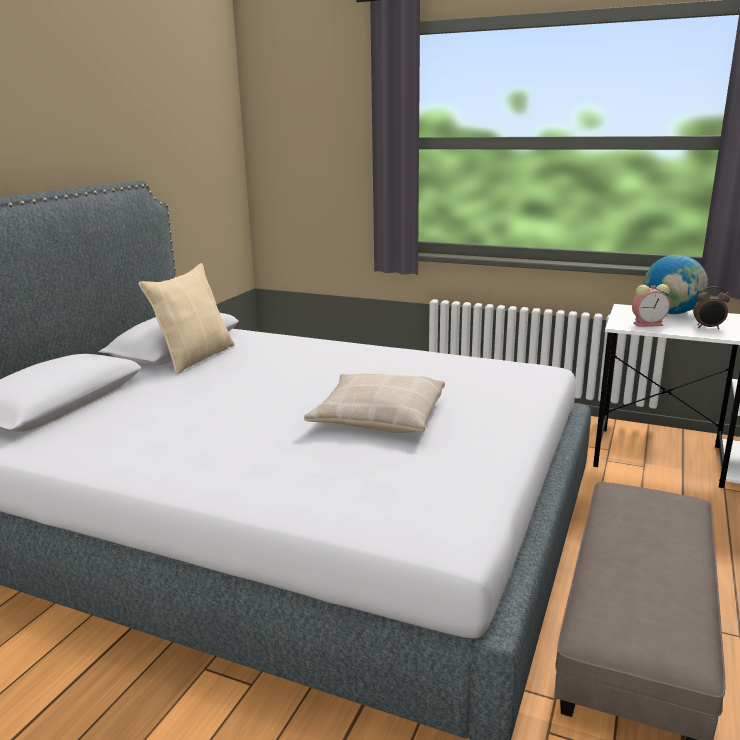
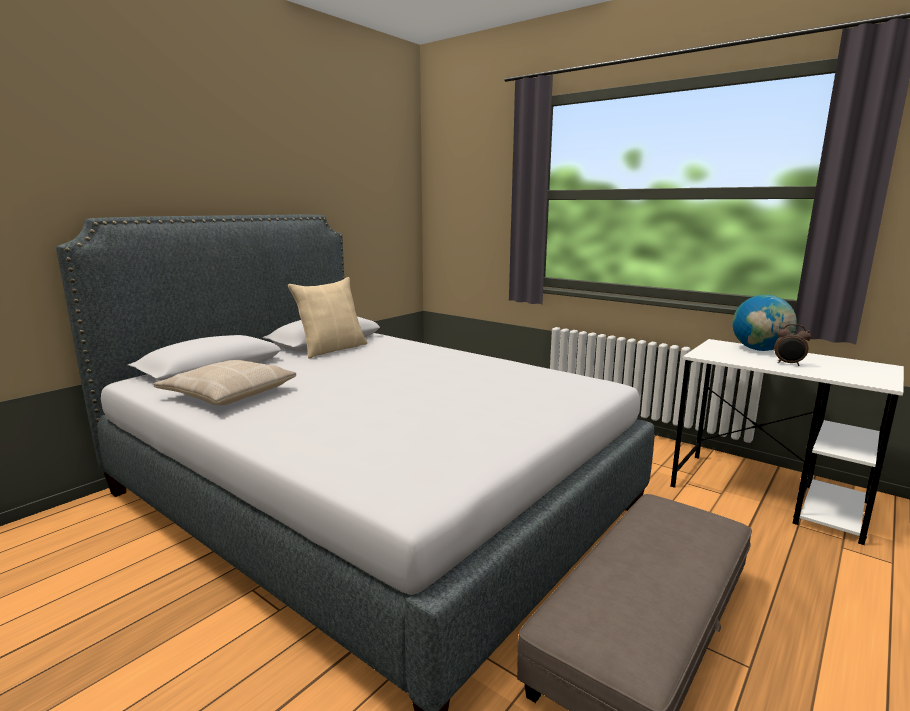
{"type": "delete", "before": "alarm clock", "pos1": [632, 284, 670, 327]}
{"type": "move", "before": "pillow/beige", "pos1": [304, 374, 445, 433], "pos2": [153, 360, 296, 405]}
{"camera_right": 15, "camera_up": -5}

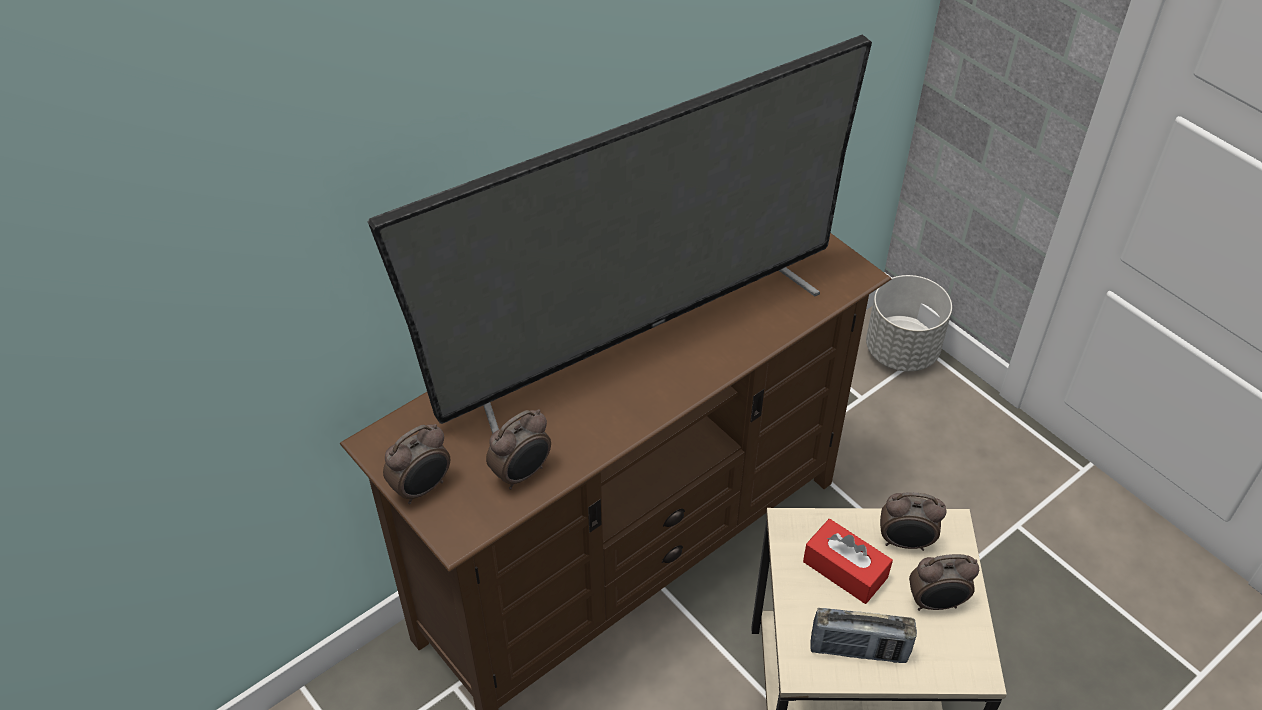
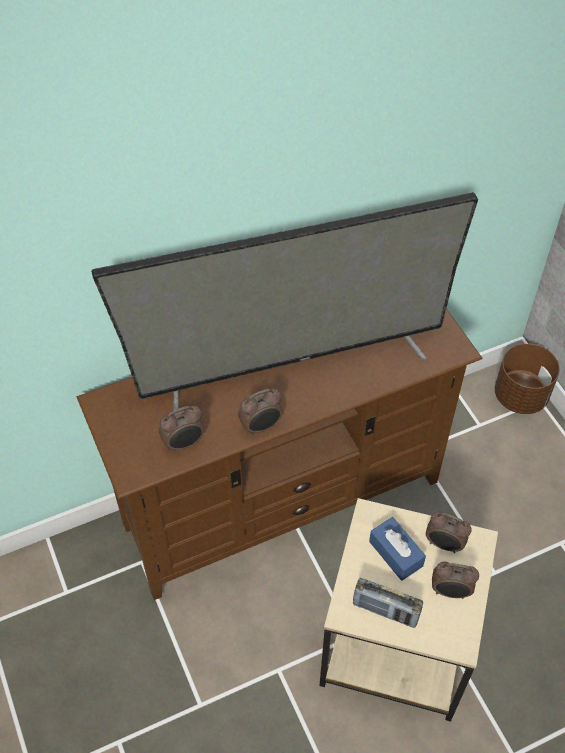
{"type": "move", "before": "alarm clock", "pos1": [383, 424, 450, 504], "pos2": [238, 389, 283, 436]}
{"type": "recolor", "before": "tissue box/red", "after": "tissue box/blue", "pos1": [803, 519, 893, 604], "pos2": [369, 517, 426, 581]}
{"type": "recolor", "before": "planter/grey", "after": "planter/brown", "pos1": [866, 275, 952, 371], "pos2": [495, 343, 560, 414]}
{"camera_right": 15, "camera_up": 5}

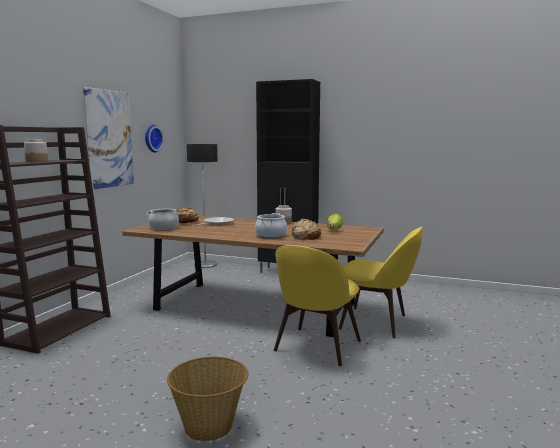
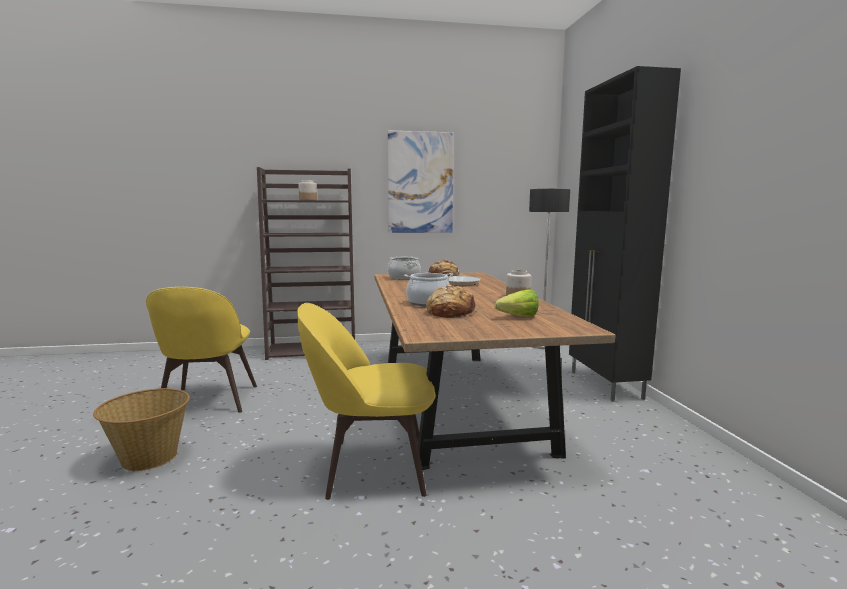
{"type": "delete", "before": "wall clock", "pos1": [145, 125, 164, 153]}
{"type": "move", "before": "chair/yellow", "pos1": [339, 227, 423, 338], "pos2": [146, 287, 257, 413]}
{"camera_right": 60, "camera_up": 0}

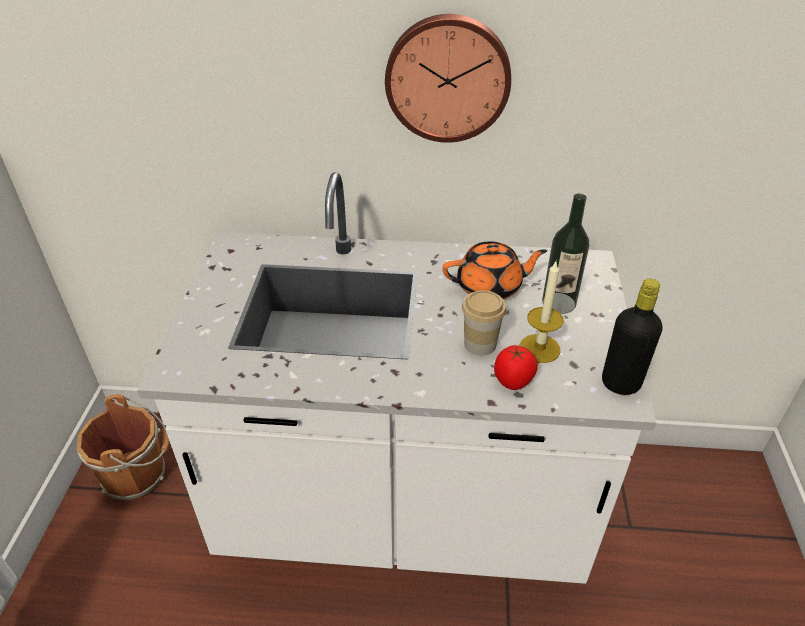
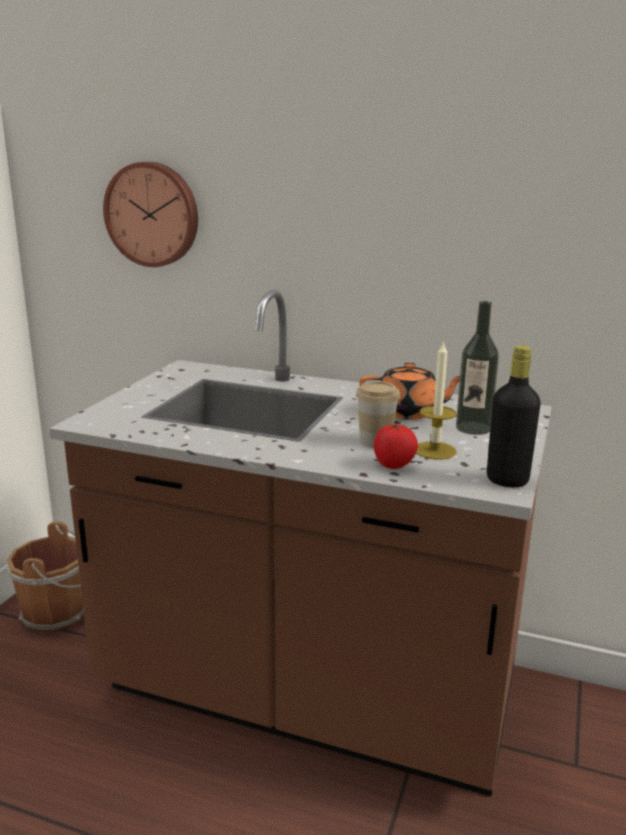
{"type": "move", "before": "wall clock", "pos1": [385, 14, 511, 143], "pos2": [103, 161, 198, 267]}
{"type": "recolor", "before": "counter/white", "after": "counter/brown", "pos1": [137, 172, 657, 584], "pos2": [49, 290, 552, 796]}
{"camera_right": 15, "camera_up": -20}

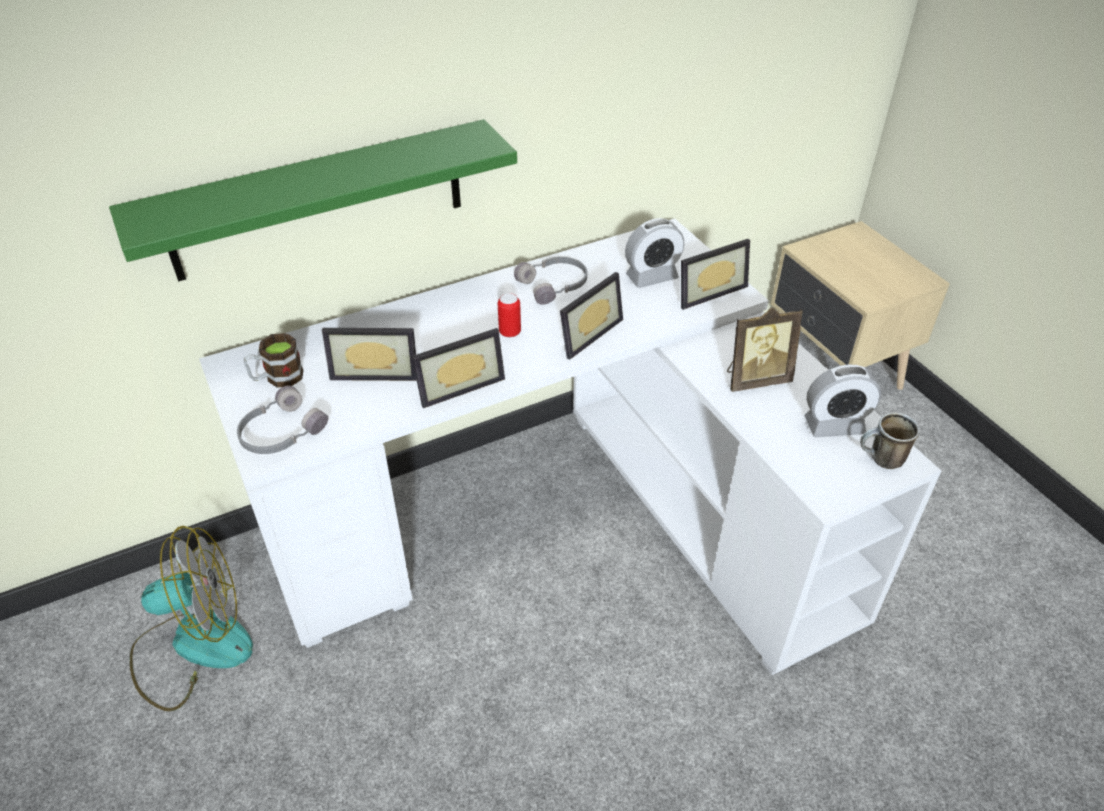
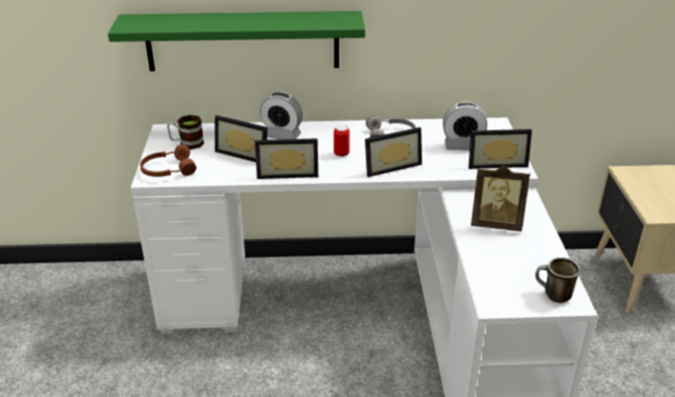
{"type": "delete", "before": "fan", "pos1": [130, 526, 253, 711]}
{"type": "move", "before": "alarm clock", "pos1": [804, 364, 881, 437], "pos2": [260, 92, 303, 139]}
{"type": "recolor", "before": "headphones/grey", "after": "headphones/brown", "pos1": [237, 386, 328, 454], "pos2": [140, 144, 197, 177]}
{"camera_right": 25, "camera_up": -10}

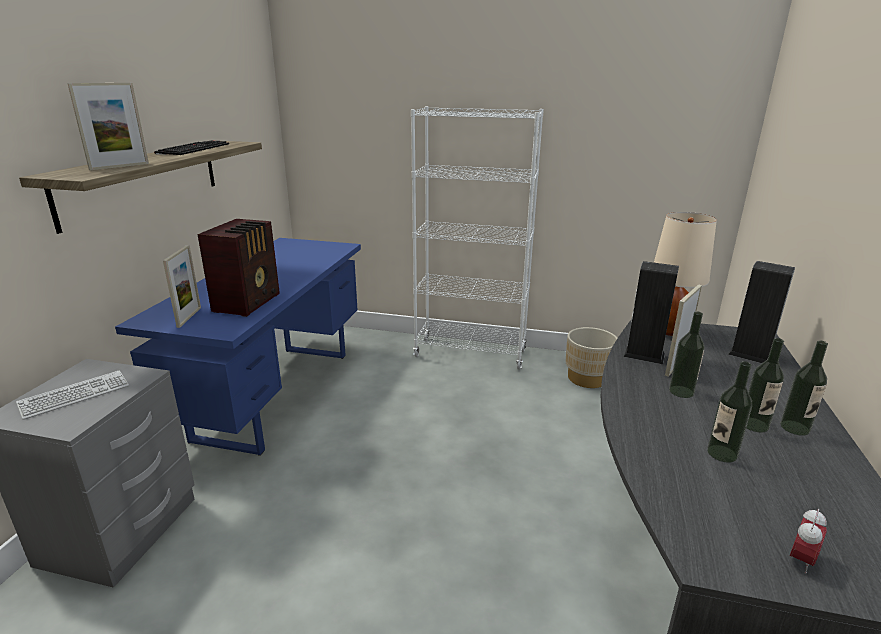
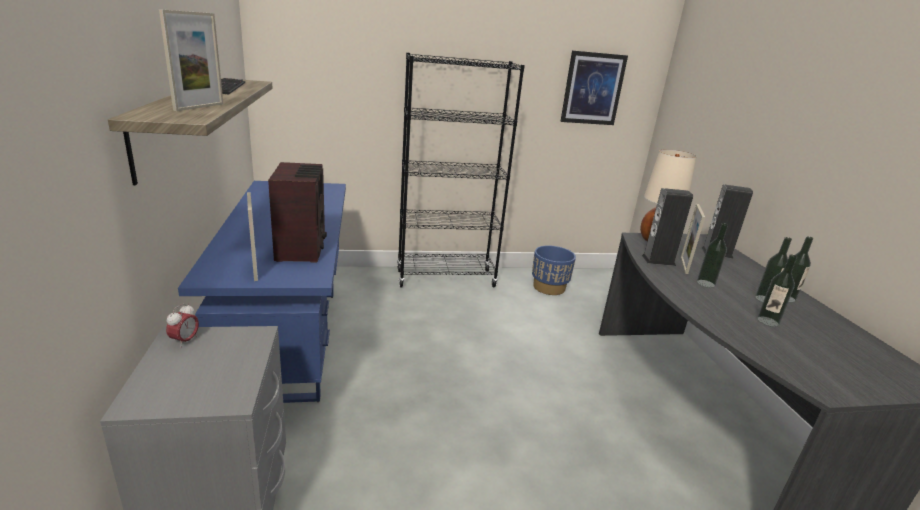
{"type": "delete", "before": "keyboard", "pos1": [16, 370, 129, 420]}
{"type": "insert", "after": "picture", "pos2": [561, 50, 628, 125]}
{"type": "move", "before": "alarm clock", "pos1": [790, 509, 827, 573], "pos2": [166, 303, 199, 348]}
{"type": "recolor", "before": "bookcase/white", "after": "bookcase/black", "pos1": [411, 106, 544, 370], "pos2": [397, 53, 525, 287]}
{"type": "recolor", "before": "planter/beige", "after": "planter/blue", "pos1": [566, 327, 617, 388], "pos2": [532, 245, 576, 295]}
{"camera_right": -25, "camera_up": 0}

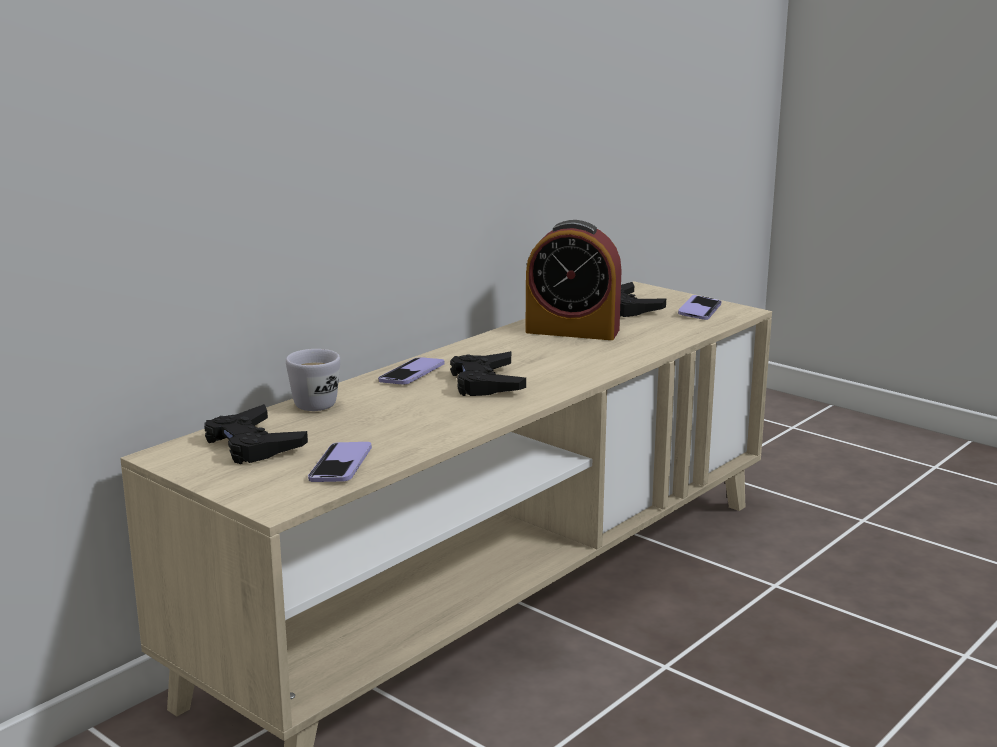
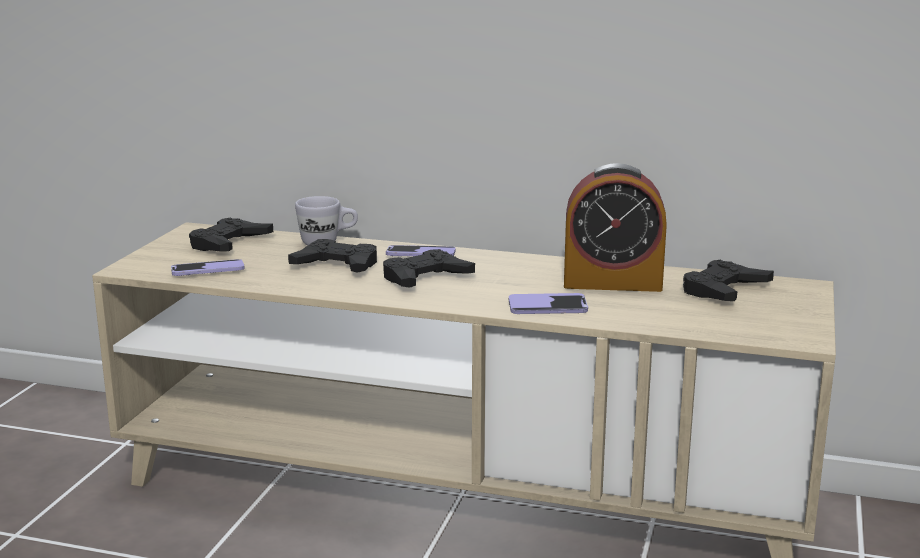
{"type": "insert", "after": "game controller/black", "pos2": [288, 239, 377, 273]}
{"type": "move", "before": "phone", "pos1": [678, 295, 722, 320], "pos2": [509, 293, 588, 314]}
{"type": "rotate", "before": "alarm clock", "pos1": [525, 220, 622, 340], "pos2": [564, 163, 667, 292], "turn": -75}
{"camera_right": 65, "camera_up": 0}

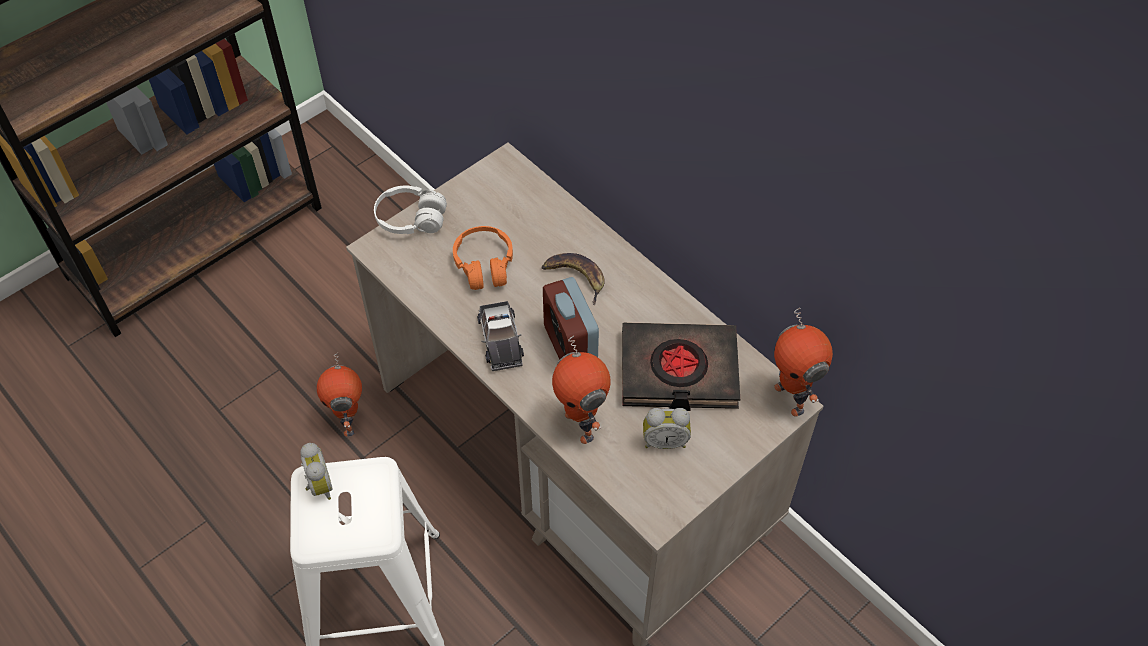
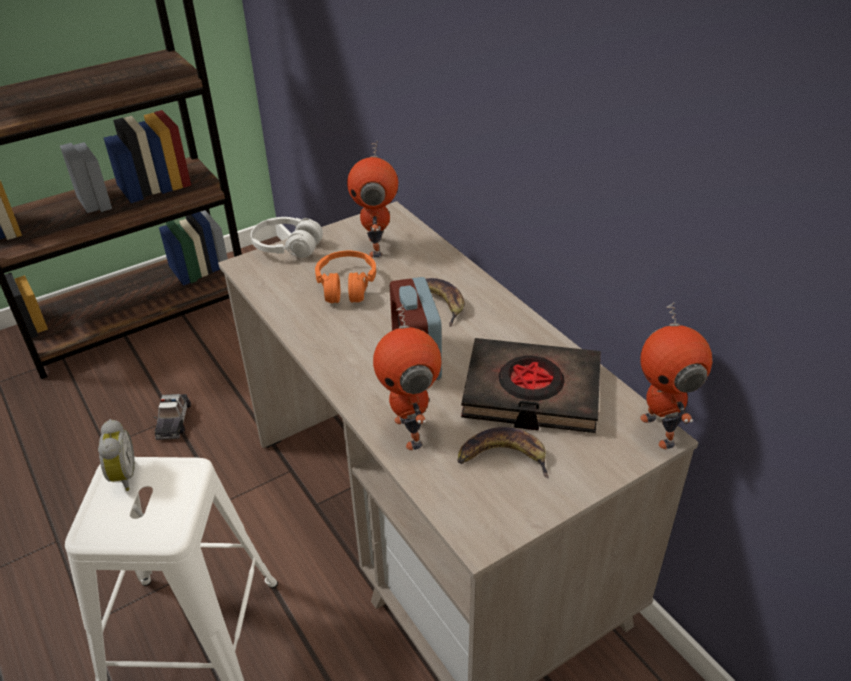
{"type": "move", "before": "toy robot", "pos1": [317, 353, 362, 437], "pos2": [347, 141, 398, 258]}
{"type": "move", "before": "toy car", "pos1": [477, 301, 524, 371], "pos2": [153, 394, 191, 440]}
{"type": "replace", "before": "alarm clock", "after": "banana", "pos1": [643, 408, 691, 449], "pos2": [457, 427, 549, 478]}
{"camera_right": 10, "camera_up": -15}

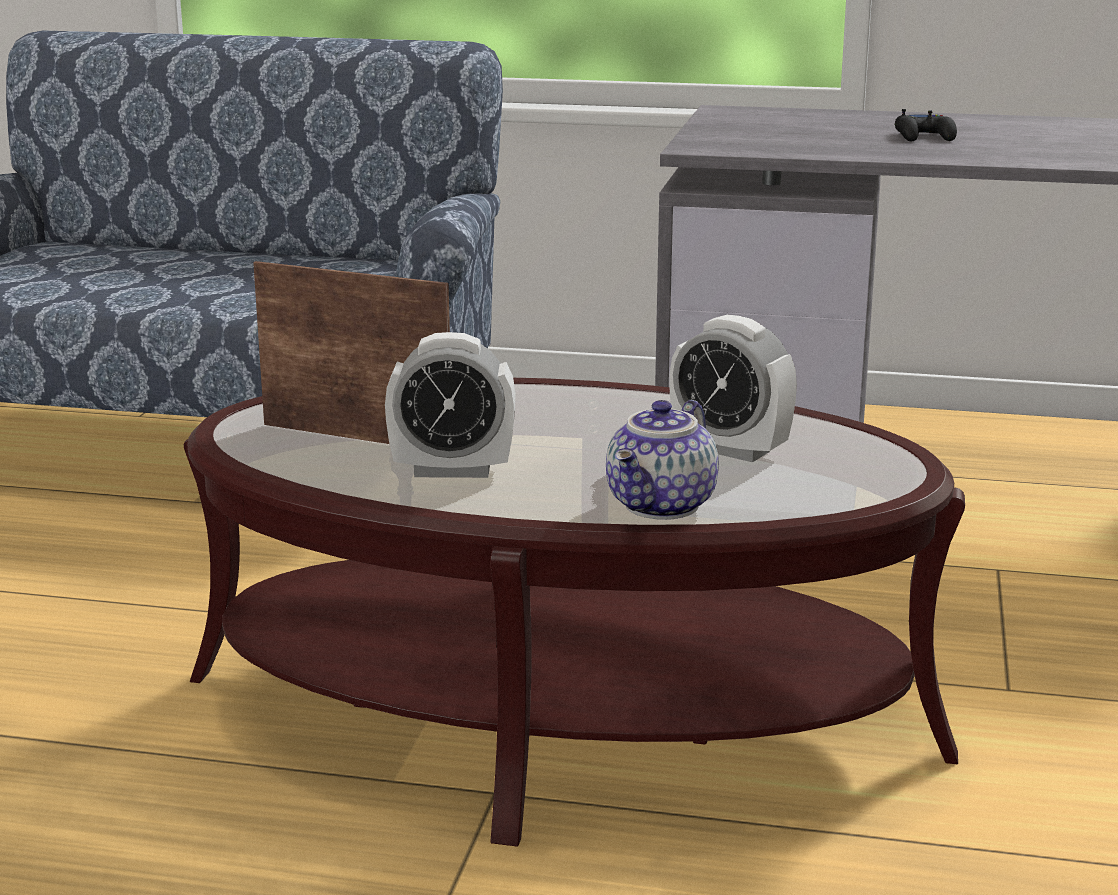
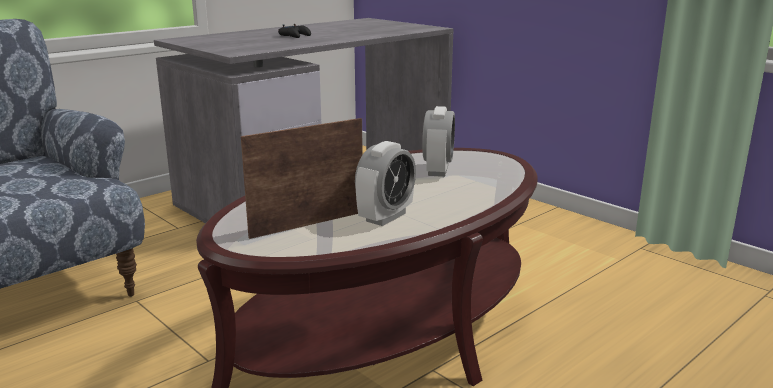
{"type": "delete", "before": "teapot", "pos1": [606, 400, 719, 520]}
{"type": "rotate", "before": "alarm clock", "pos1": [669, 315, 797, 462], "pos2": [422, 106, 455, 177], "turn": -60}
{"camera_right": -55, "camera_up": 0}

